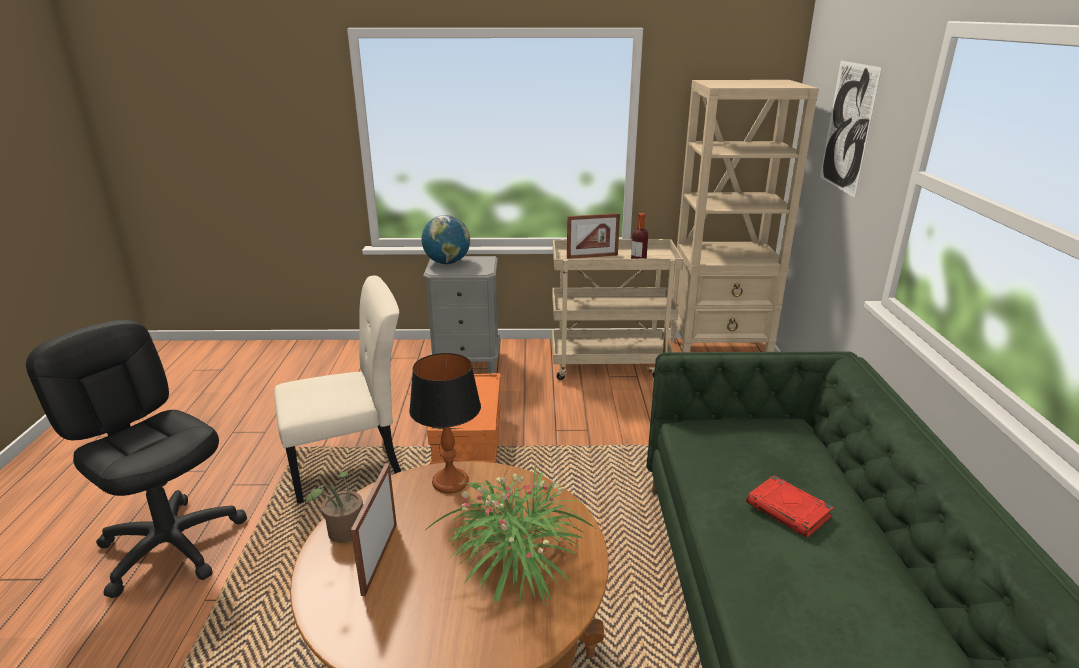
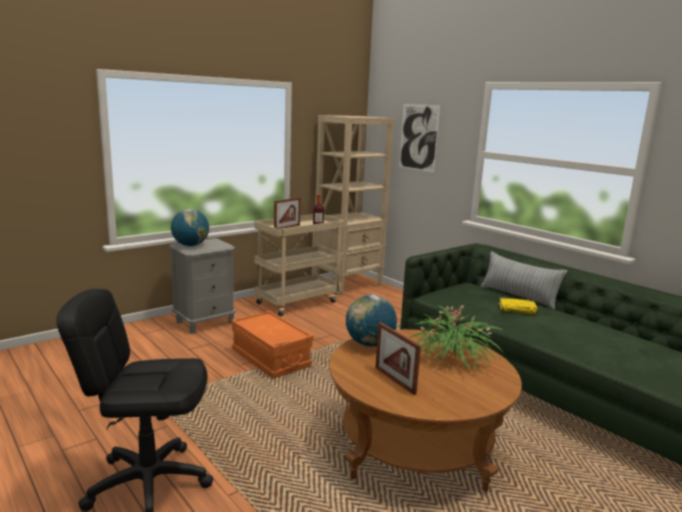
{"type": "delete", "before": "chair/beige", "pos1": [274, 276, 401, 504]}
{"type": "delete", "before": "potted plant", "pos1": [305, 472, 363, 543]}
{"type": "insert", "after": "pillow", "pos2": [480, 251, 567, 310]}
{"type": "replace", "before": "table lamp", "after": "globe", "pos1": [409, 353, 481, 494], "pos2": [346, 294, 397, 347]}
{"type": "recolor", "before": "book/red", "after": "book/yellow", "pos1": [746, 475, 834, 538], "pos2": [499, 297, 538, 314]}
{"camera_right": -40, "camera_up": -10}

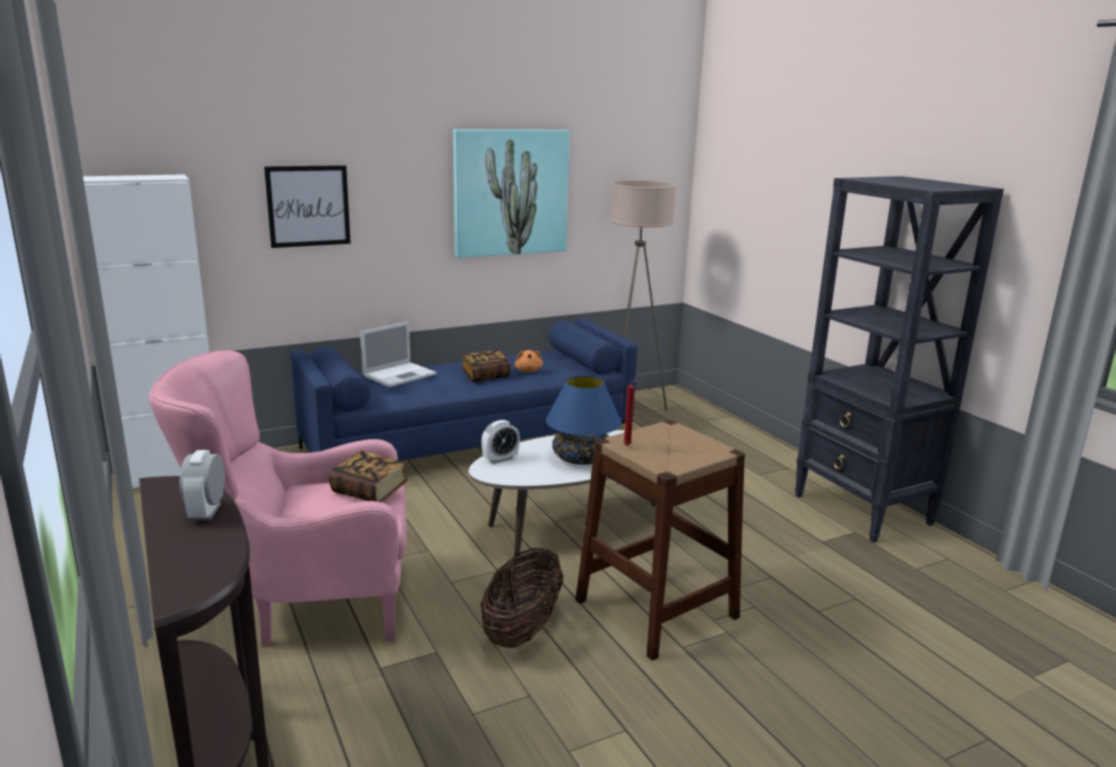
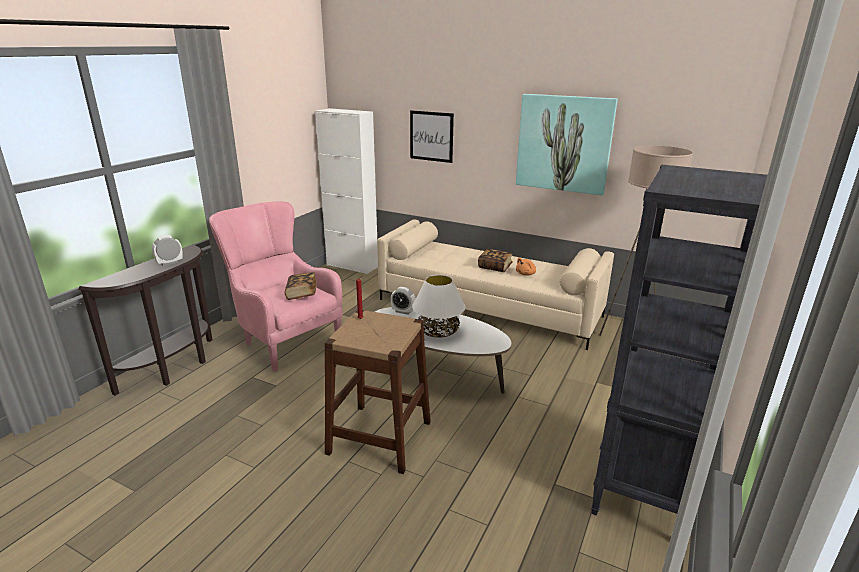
{"type": "delete", "before": "laptop", "pos1": [360, 321, 437, 387]}
{"type": "delete", "before": "basket", "pos1": [481, 548, 563, 648]}
{"type": "recolor", "before": "sofa/blue", "after": "sofa/beige", "pos1": [290, 319, 637, 461], "pos2": [377, 220, 614, 350]}
{"type": "recolor", "before": "table lamp/blue", "after": "table lamp/white", "pos1": [546, 376, 622, 465], "pos2": [412, 275, 465, 338]}
{"camera_right": 55, "camera_up": 5}

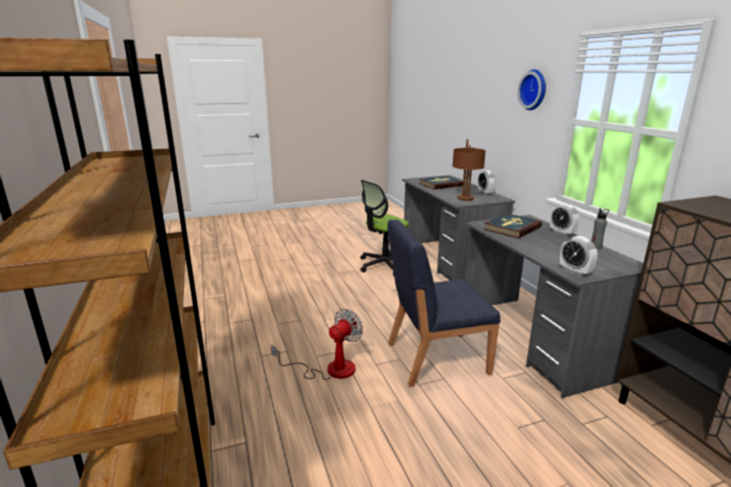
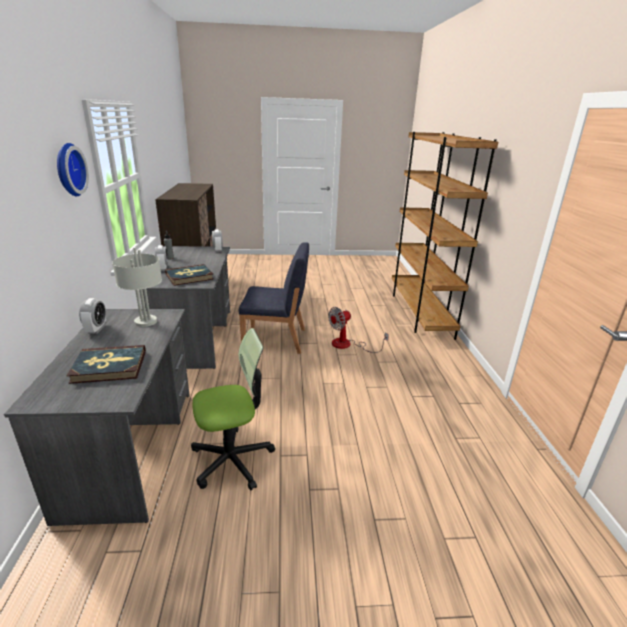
{"type": "recolor", "before": "table lamp/brown", "after": "table lamp/grey", "pos1": [452, 139, 486, 201], "pos2": [112, 247, 162, 327]}
{"camera_right": -165, "camera_up": 5}

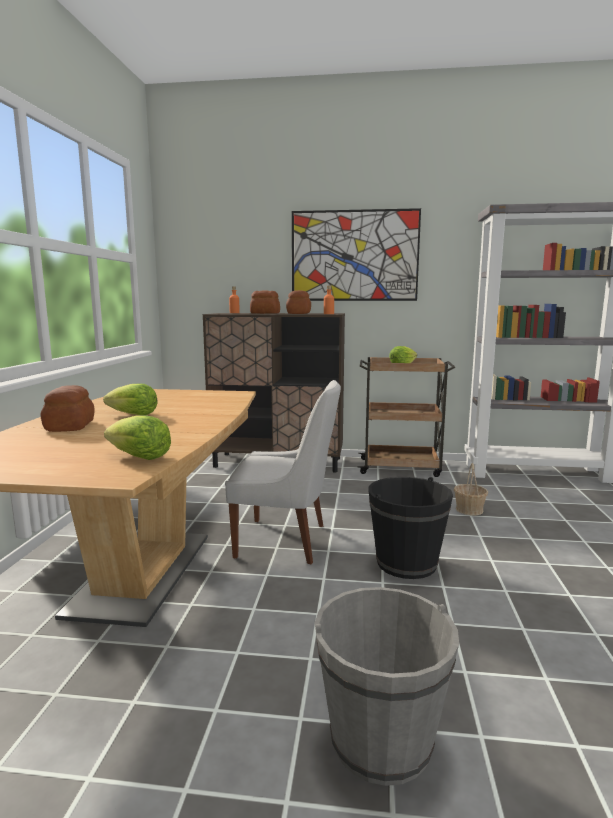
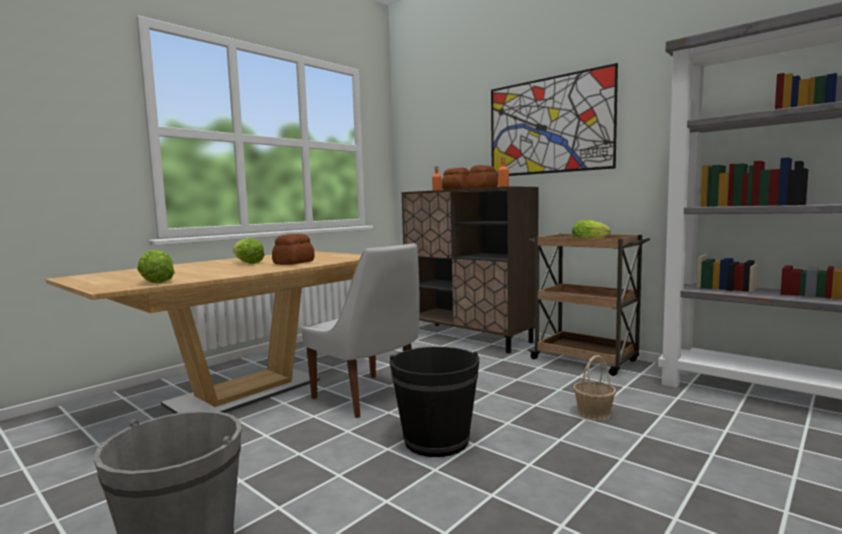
{"type": "move", "before": "bread", "pos1": [40, 385, 94, 432], "pos2": [272, 234, 315, 265]}
{"camera_right": 35, "camera_up": -5}

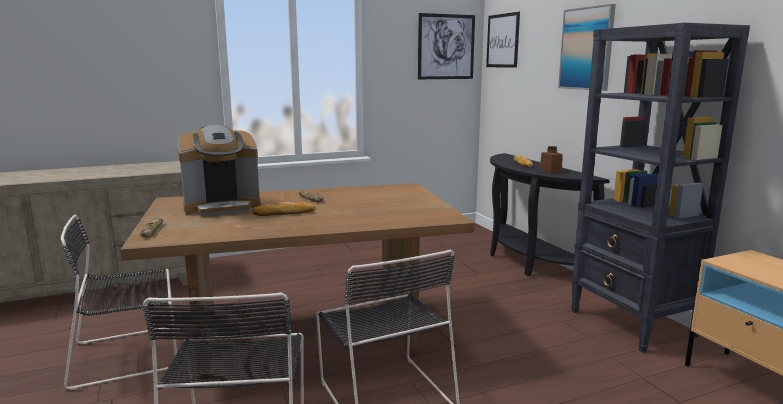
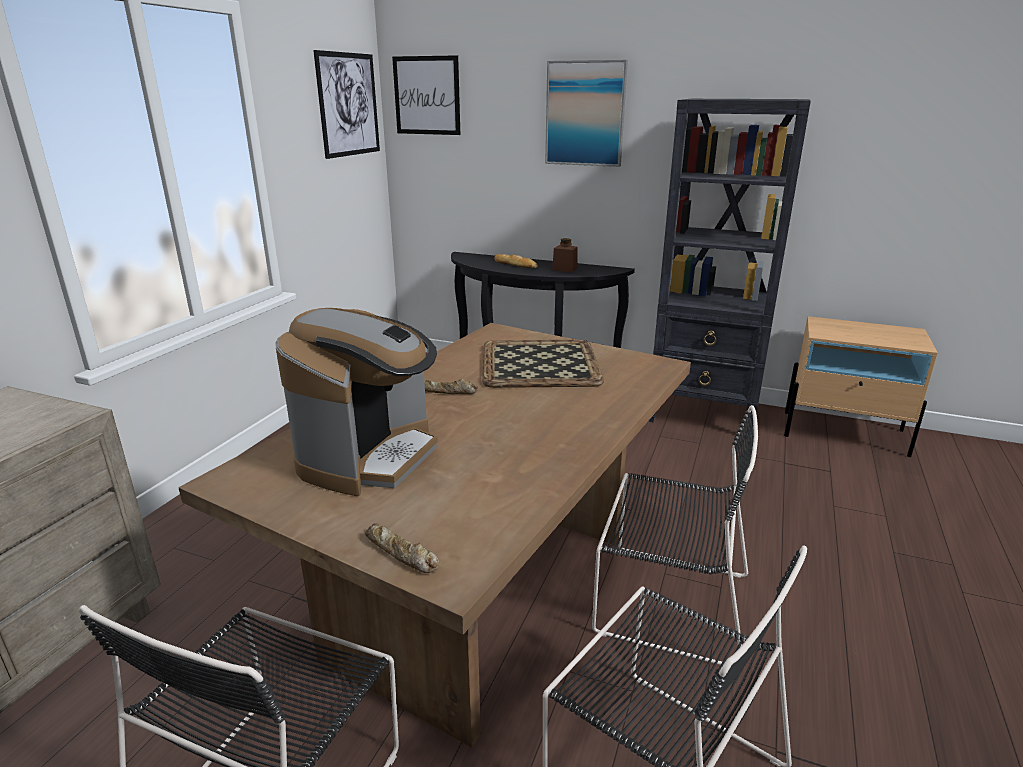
{"type": "delete", "before": "bread", "pos1": [252, 202, 315, 216]}
{"type": "insert", "after": "tray", "pos2": [482, 340, 604, 388]}
{"camera_right": -45, "camera_up": 10}

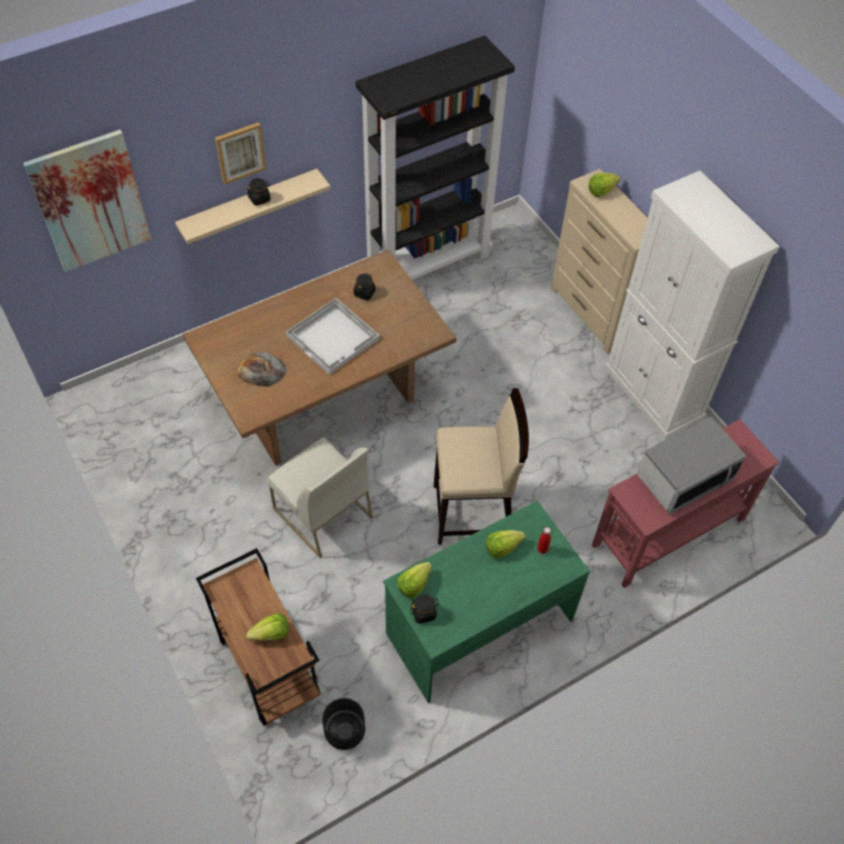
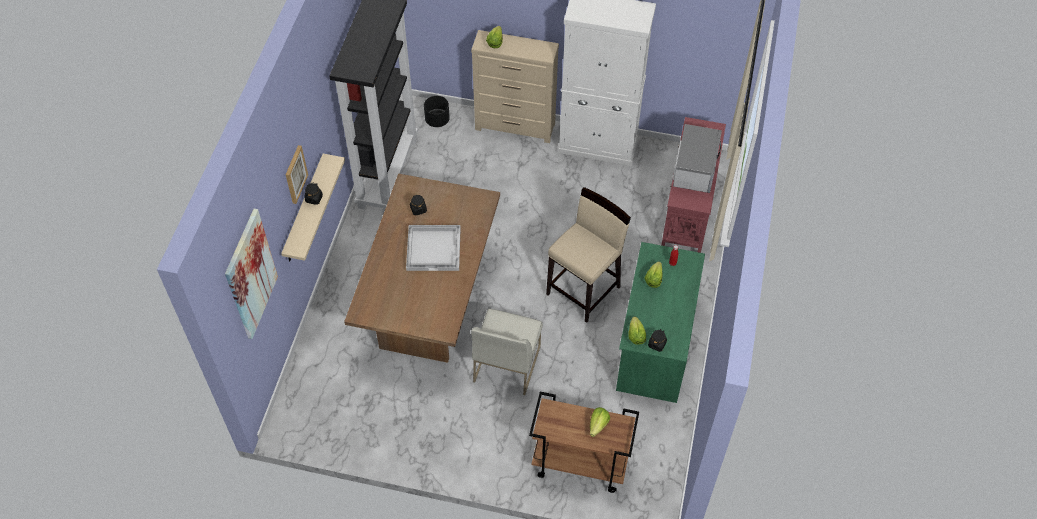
{"type": "delete", "before": "bread", "pos1": [237, 352, 286, 387]}
{"type": "move", "before": "planter/black", "pos1": [322, 698, 365, 750], "pos2": [424, 96, 450, 127]}
{"type": "rotate", "before": "chair/white", "pos1": [267, 437, 373, 558], "pos2": [471, 309, 543, 395], "turn": 105}
{"camera_right": -45, "camera_up": 0}

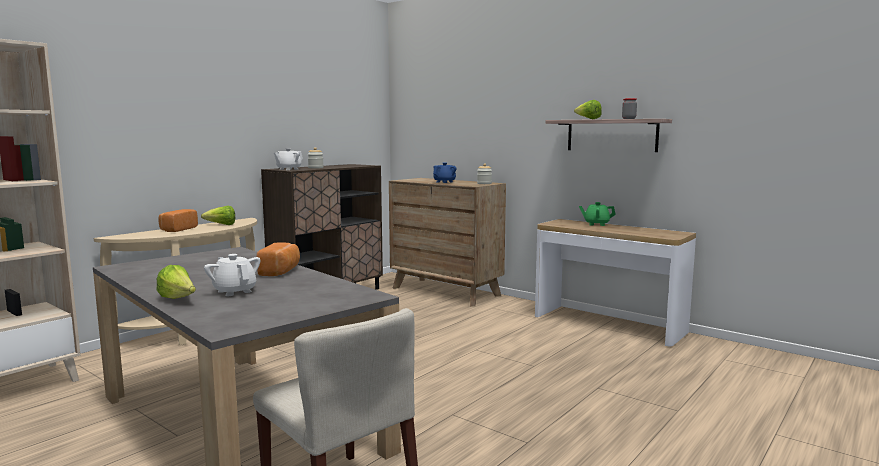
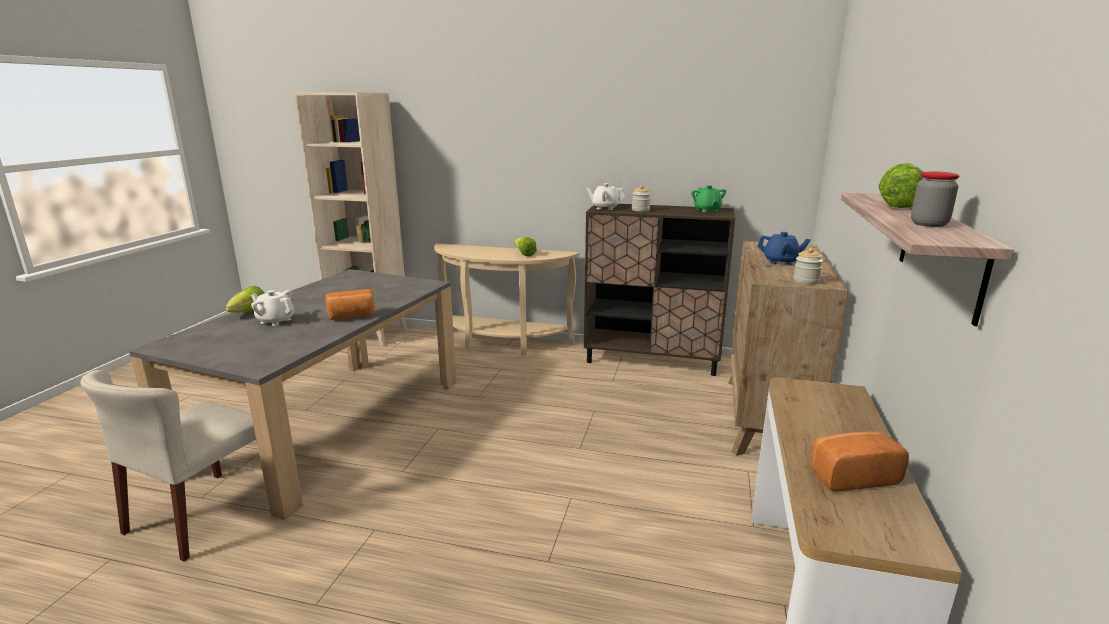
{"type": "move", "before": "bread", "pos1": [158, 209, 198, 232], "pos2": [811, 431, 909, 492]}
{"type": "move", "before": "teapot/green", "pos1": [579, 202, 616, 226], "pos2": [691, 185, 726, 212]}
{"type": "rotate", "before": "teapot/white", "pos1": [204, 254, 260, 296], "pos2": [251, 290, 294, 326], "turn": -90}
{"camera_right": 65, "camera_up": 10}

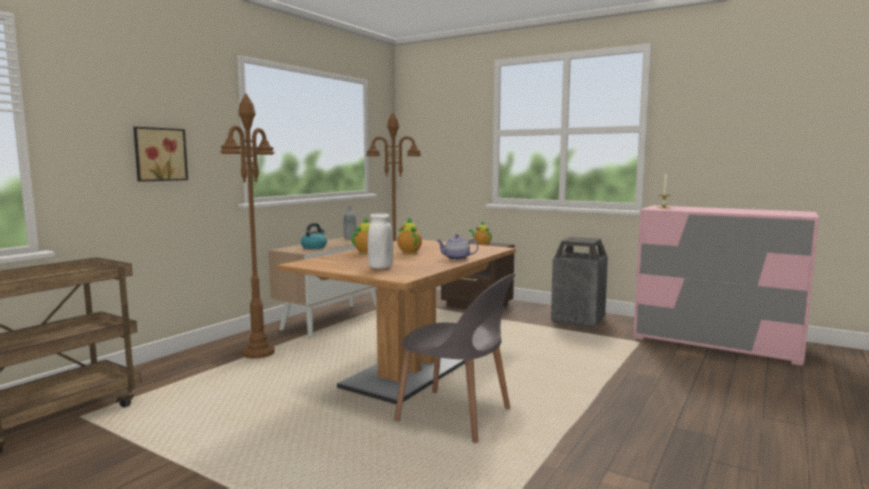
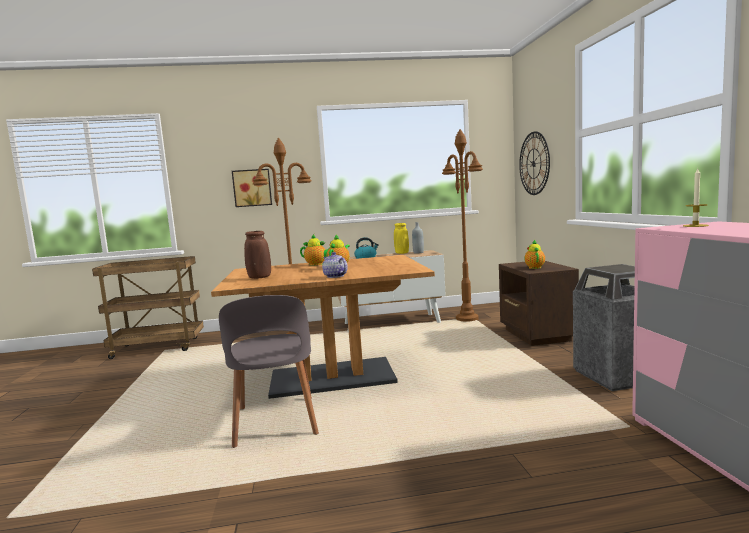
{"type": "insert", "after": "vase/yellow", "pos2": [394, 223, 409, 254]}
{"type": "insert", "after": "wall clock", "pos2": [519, 131, 550, 195]}
{"type": "recolor", "before": "vase/white", "after": "vase/brown", "pos1": [367, 213, 393, 269], "pos2": [244, 231, 271, 279]}
{"camera_right": 50, "camera_up": 0}

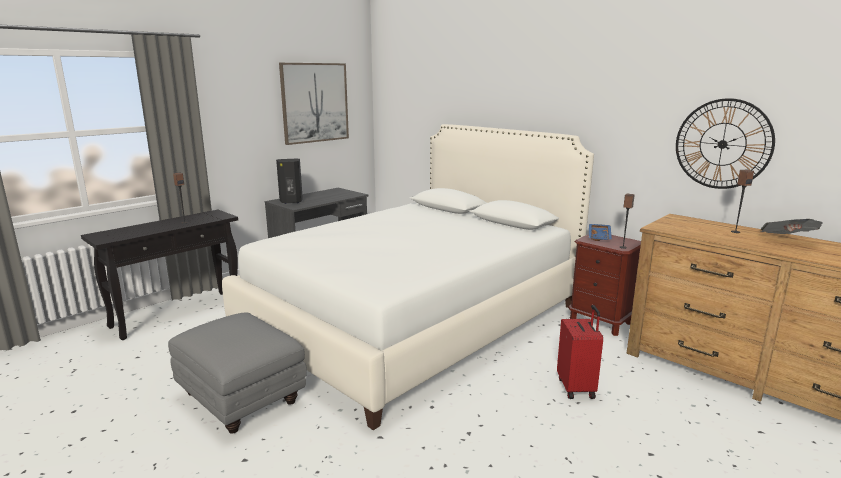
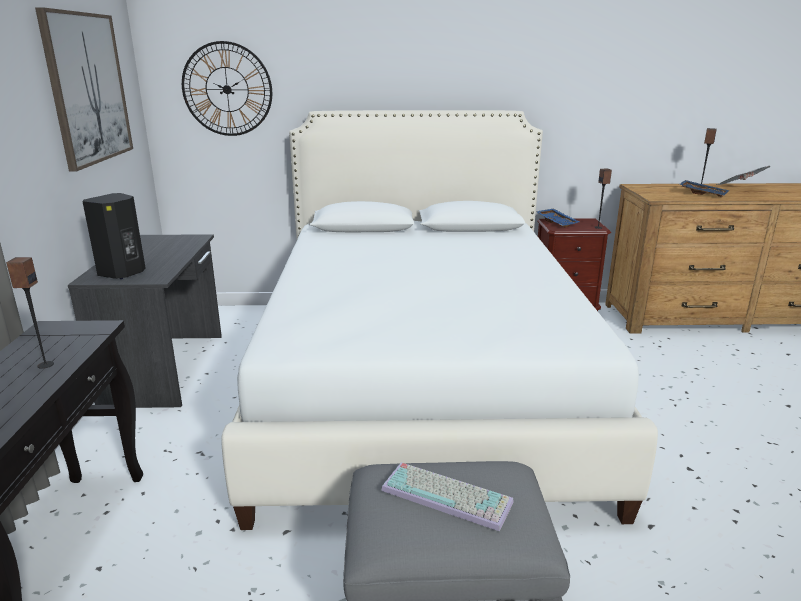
{"type": "delete", "before": "suitcase/red", "pos1": [557, 306, 603, 399]}
{"type": "insert", "after": "keyboard", "pos2": [381, 462, 514, 531]}
{"type": "insert", "after": "tray/blue", "pos2": [679, 180, 730, 198]}
{"type": "move", "before": "wall clock", "pos1": [676, 98, 775, 189], "pos2": [182, 41, 272, 136]}
{"camera_right": -45, "camera_up": 5}

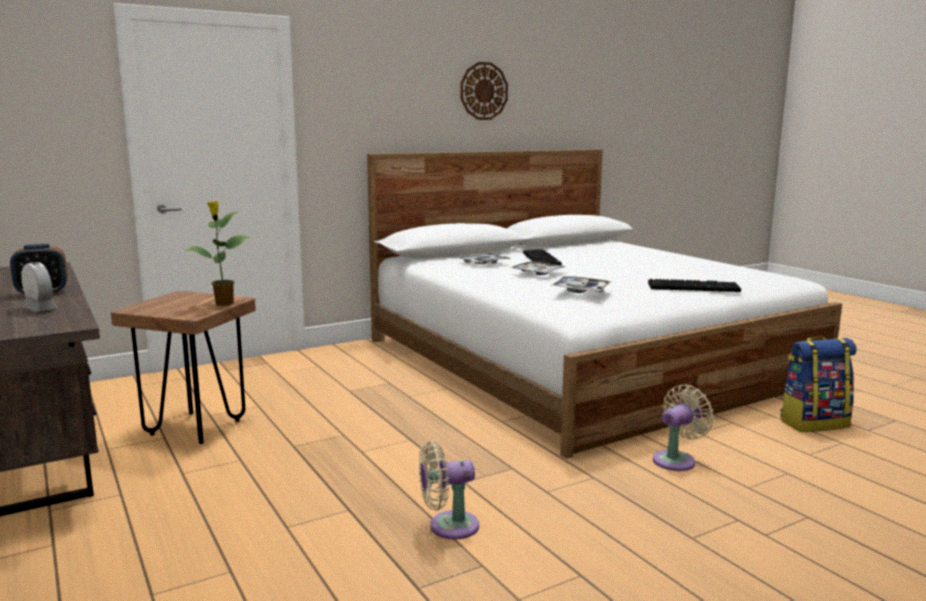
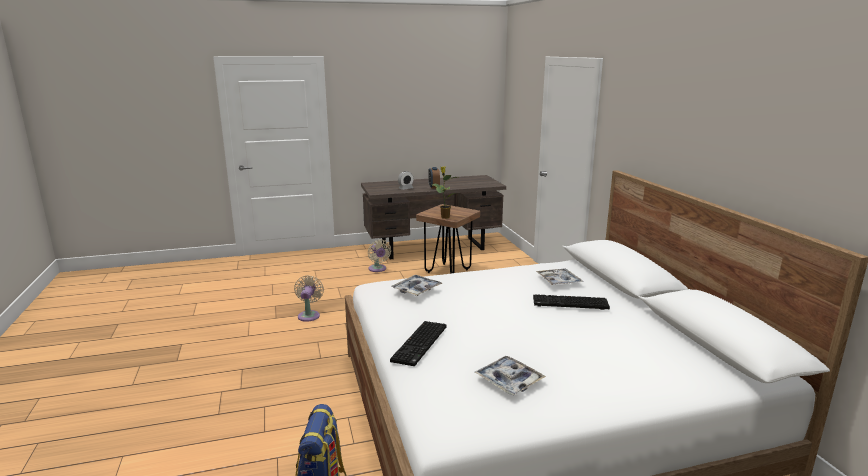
{"type": "delete", "before": "wall clock", "pos1": [460, 62, 508, 120]}
{"type": "move", "before": "tray", "pos1": [510, 261, 566, 275], "pos2": [474, 356, 546, 395]}
{"type": "move", "before": "fan/beige", "pos1": [653, 384, 714, 471], "pos2": [368, 239, 391, 272]}
{"camera_right": 105, "camera_up": 5}

